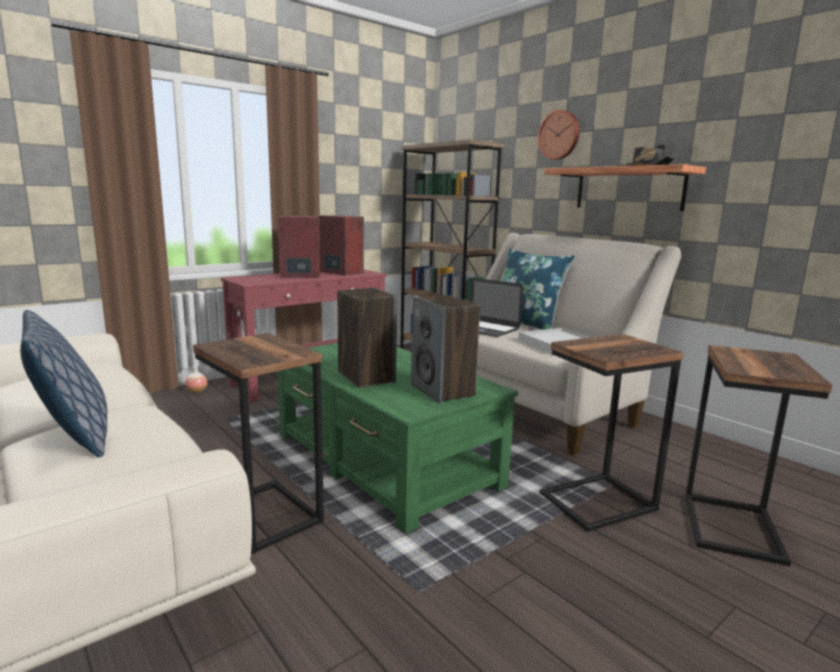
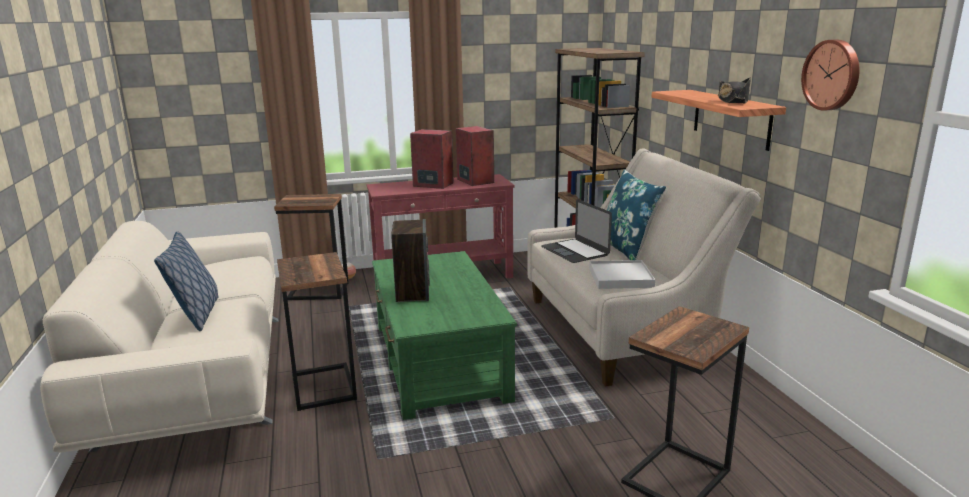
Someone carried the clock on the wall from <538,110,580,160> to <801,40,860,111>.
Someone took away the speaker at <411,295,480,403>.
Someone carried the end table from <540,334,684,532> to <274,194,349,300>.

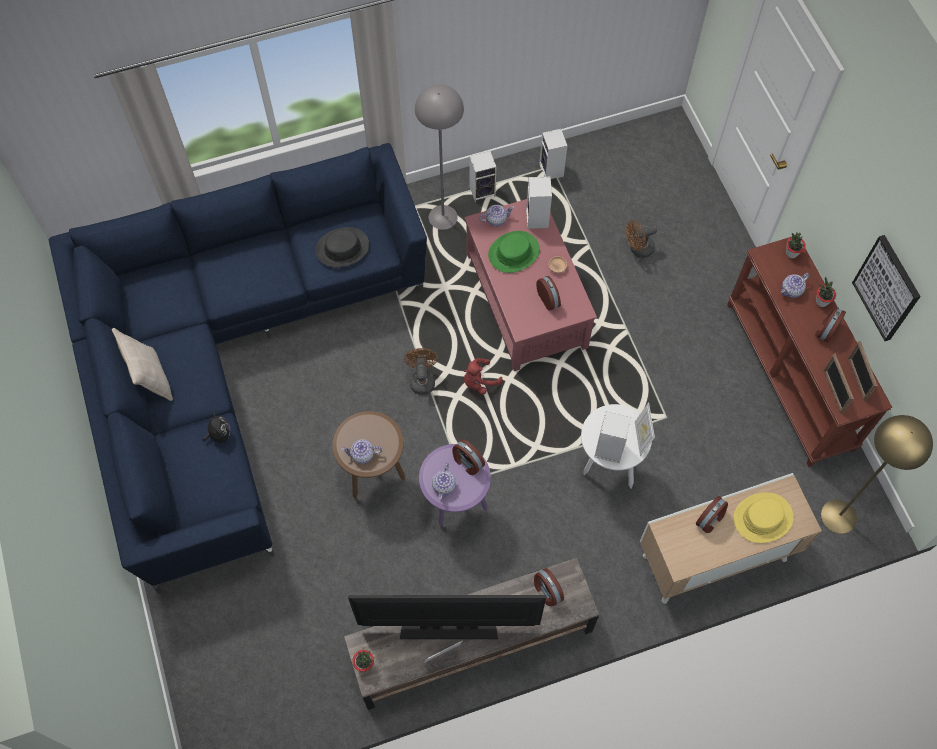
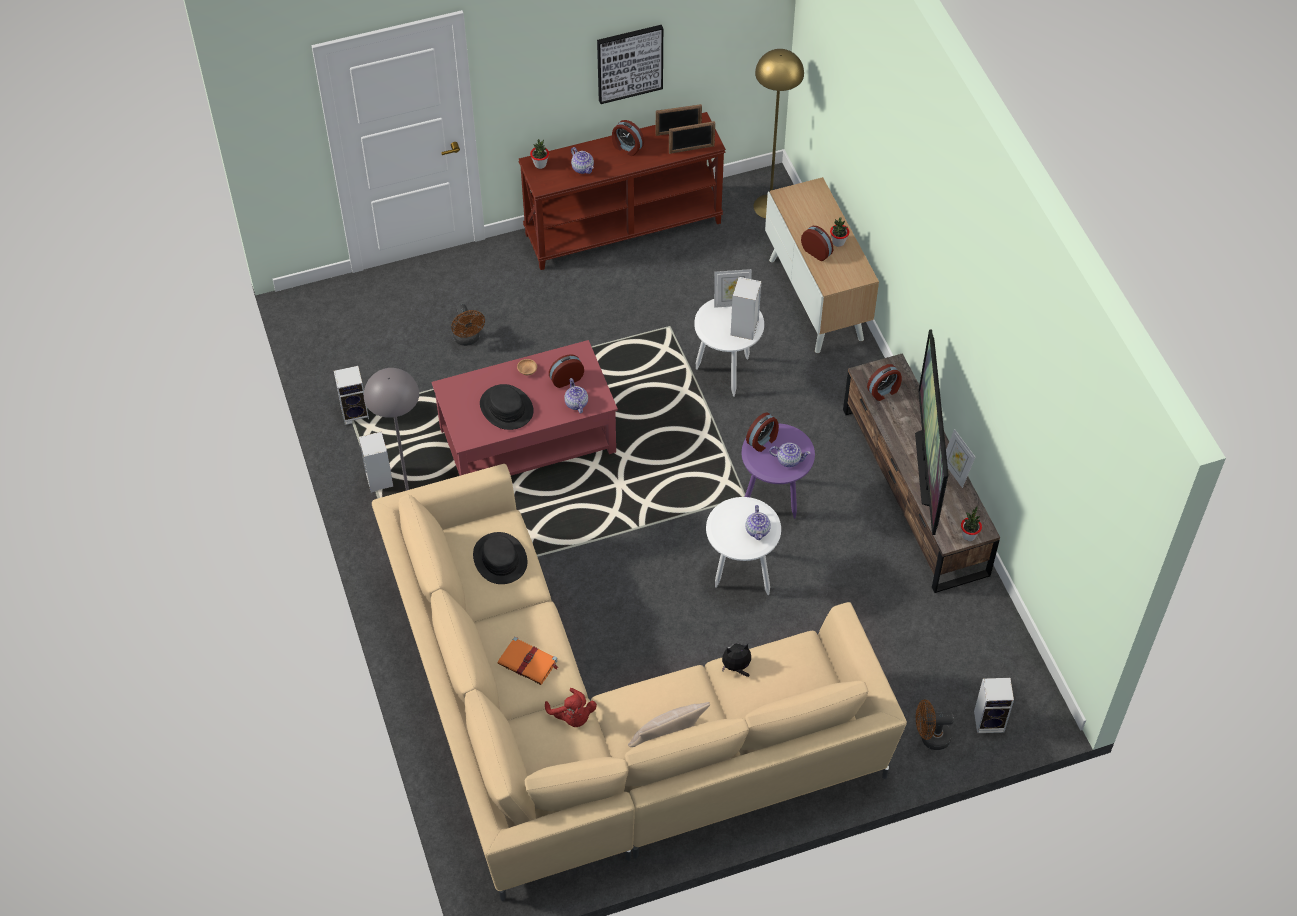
Someone repainted the bluish settee at <49,143,427,594>, which became the sand-coloured settee at <372,464,907,901>.
Someone carried the speaker from <526,177,552,229> to <974,678,1014,733>.
Someone carried the tea pot from <480,205,514,226> to <564,378,588,414>.
Someone repainted the green-coloured wearable hat at <488,231,540,273>, which became the blackish wearable hat at <480,384,534,430>.
Someone carried the potted plant from <816,277,836,307> to <830,217,849,247>.
Someone carried the brown electric fan from <404,348,438,395> to <916,700,954,750>.
Someone carried the red-coloured plush toy from <464,358,503,395> to <545,688,597,727>.
Someone repainted the brown end table at <332,411,405,500>, which became the white end table at <706,497,781,595>.
Someone took away the yellow-coloured wearable hat at <734,492,794,543>.
Someone put down the orange-coloured volume at <498,637,558,685>.

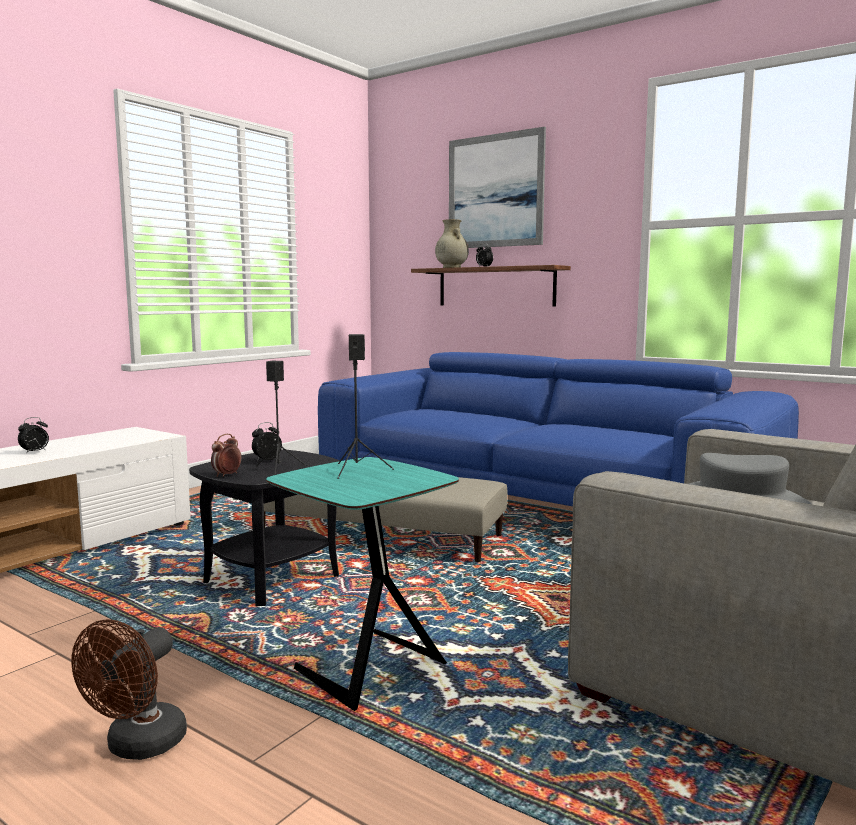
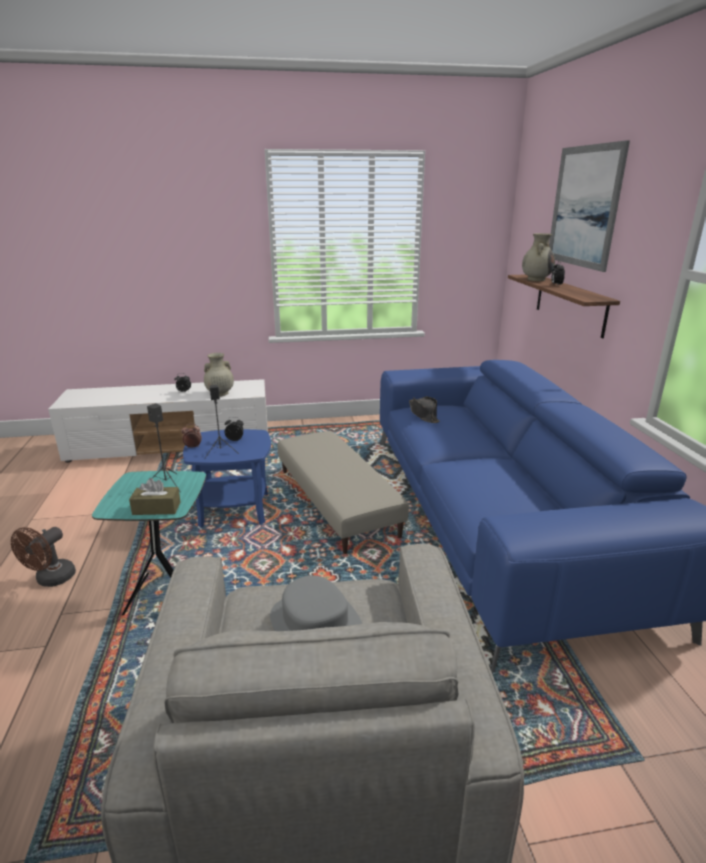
Someone repainted the blackish end table at <189,449,340,606>, which became the bluish end table at <183,429,271,527>.
Someone rotated the brown electric fan at <72,619,187,760> by 45 degrees counterclockwise.
Someone put down the sand-coloured flower vase at <204,353,234,396>.
Someone put down the blackish wearable hat at <409,397,440,423>.
Someone put down the brown box of tissues at <129,478,181,515>.

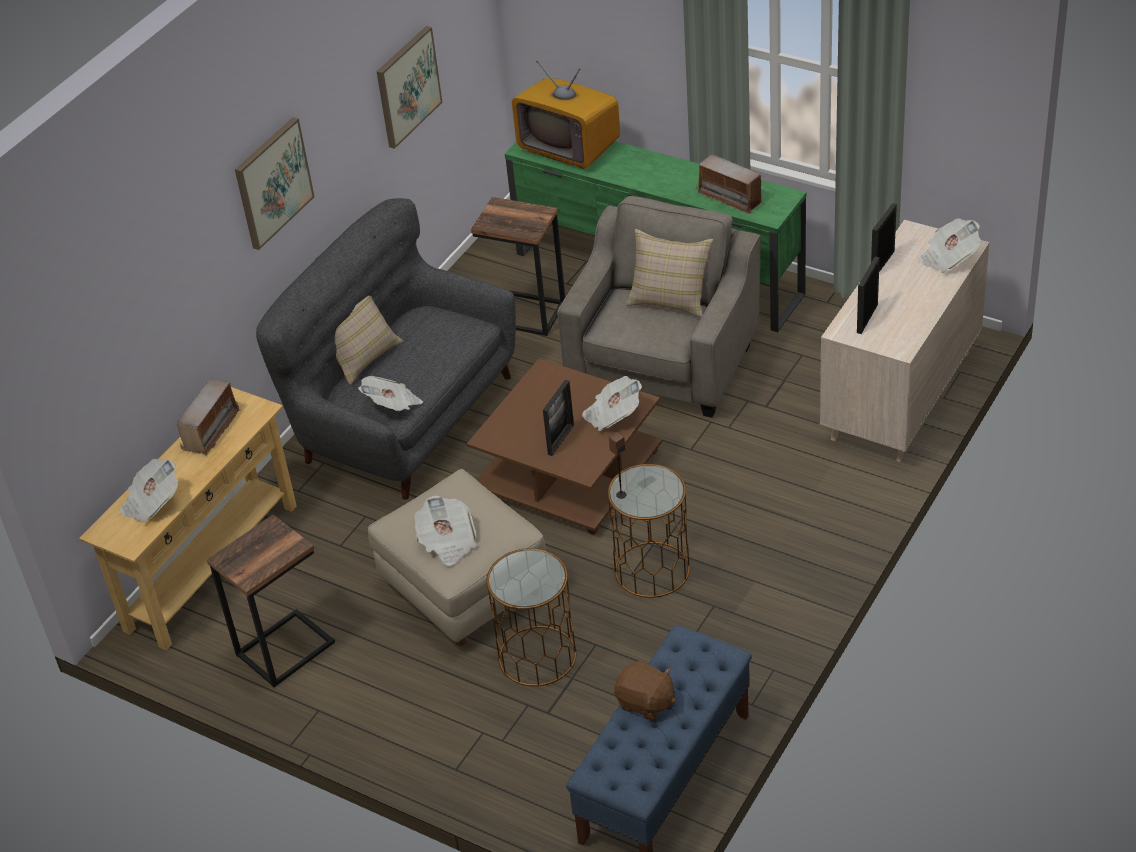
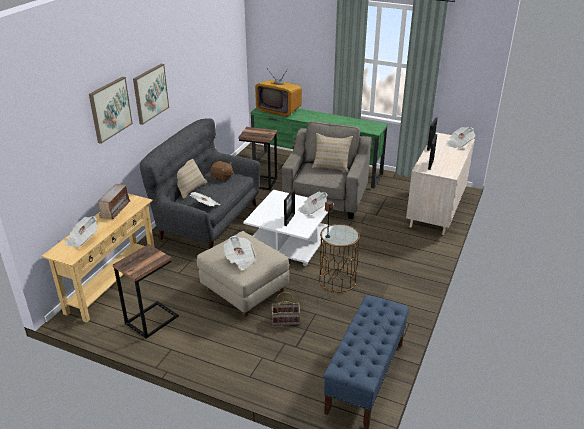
Someone carried the wall art from <376,26,442,149> to <89,77,133,144>.
Someone took away the radio at <696,154,764,214>.
Someone repainted the brown low table at <467,359,662,535>, which became the white low table at <243,190,334,266>.
Someone swapped the brown end table at <486,548,576,686> for the basket at <272,292,300,326>.
Someone carried the brown plush toy from <614,661,676,721> to <210,161,234,181>.

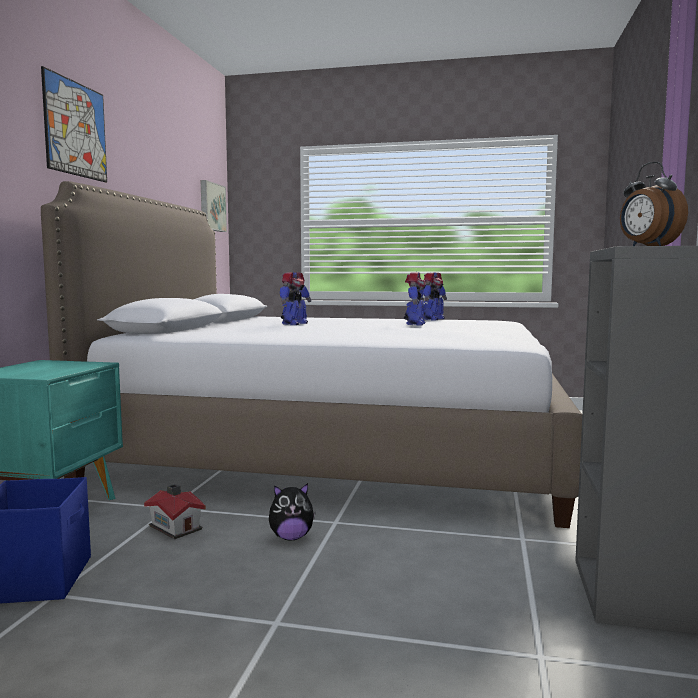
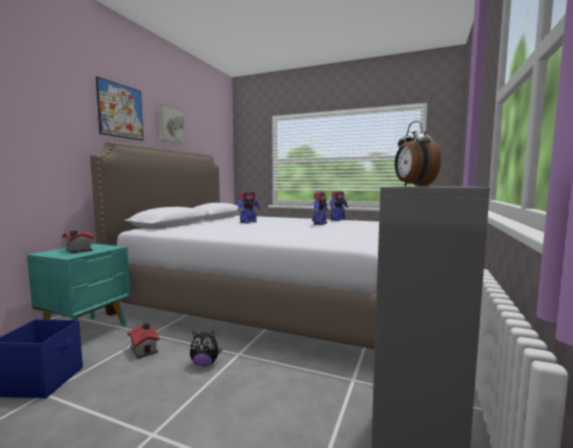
Someone carried the wall art from <201,180,227,232> to <158,104,185,144>.
Someone put down the toy house at <62,230,94,253>.

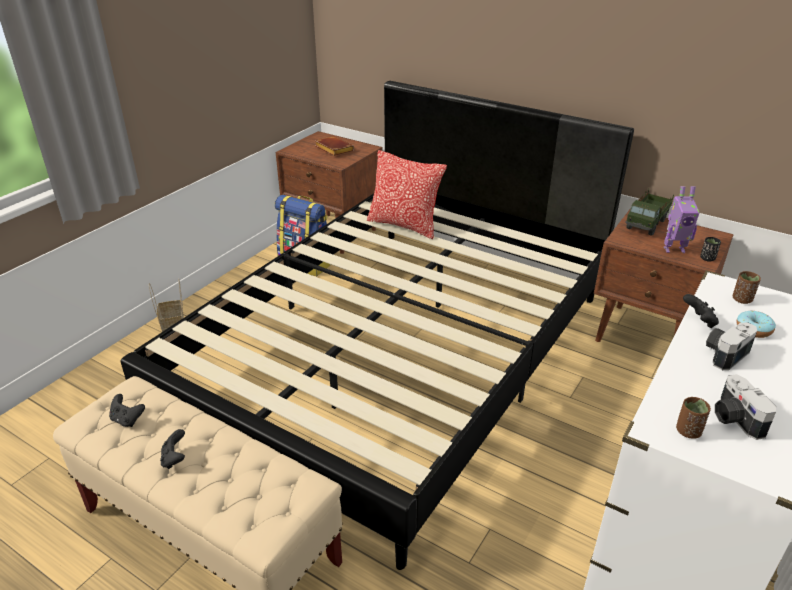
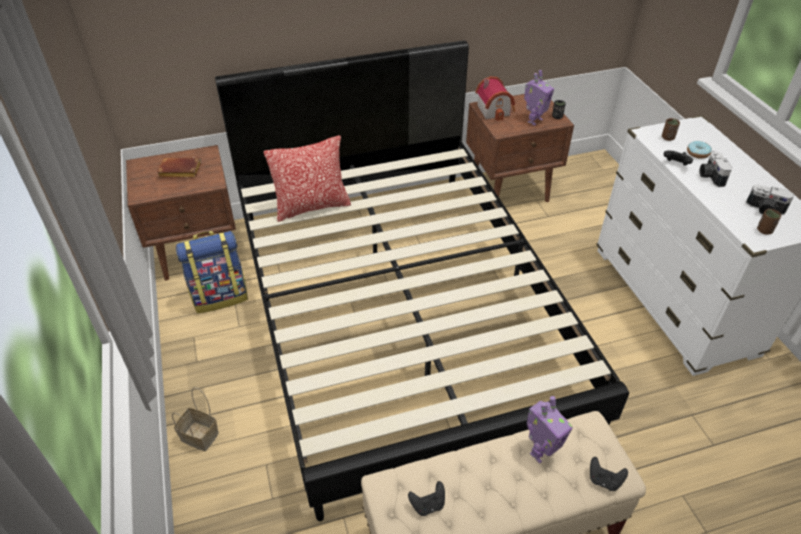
Someone swapped the toy truck at <625,189,674,236> for the toy house at <475,76,515,121>.
Someone carried the blackish gamepad from <160,429,185,469> to <590,457,628,491>.
Someone put down the toy robot at <527,396,573,464>.

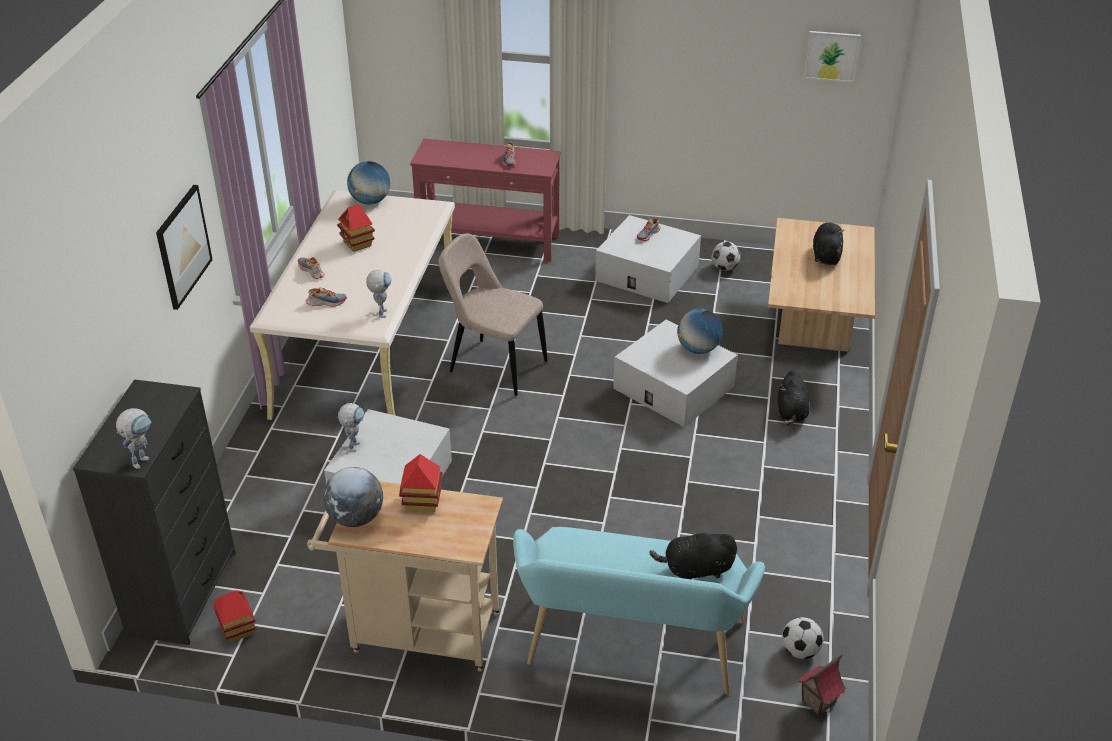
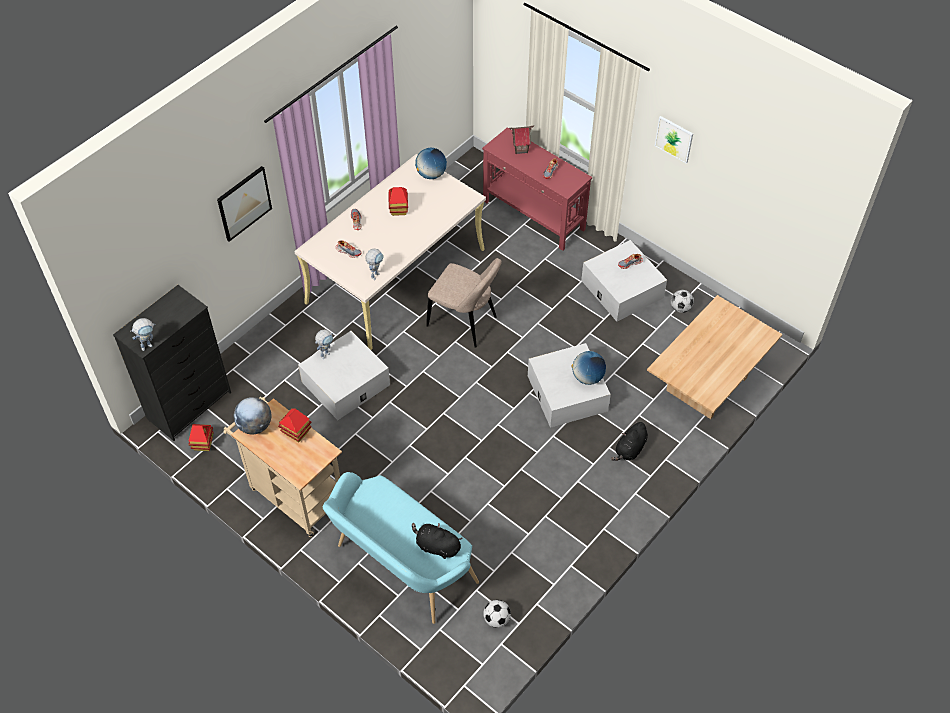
Someone carried the wall art from <804,31,861,83> to <655,116,693,164>.
Someone took away the blackish plush toy at <813,222,845,265>.
Someone rotated the sand-coloured upright chair at <438,233,547,396> by 150 degrees clockwise.
Someone carried the toy house from <798,655,846,716> to <509,126,534,154>.

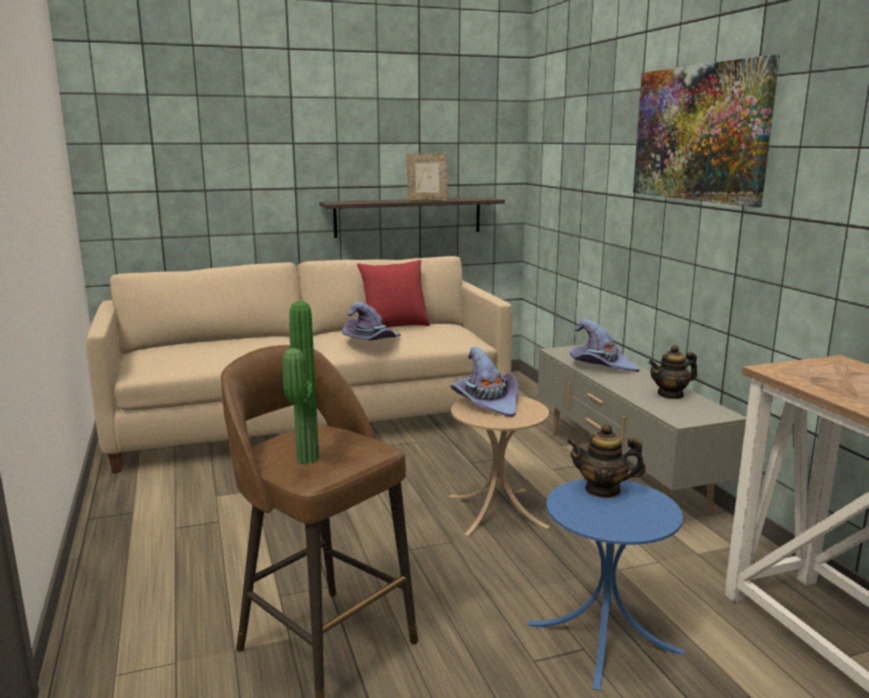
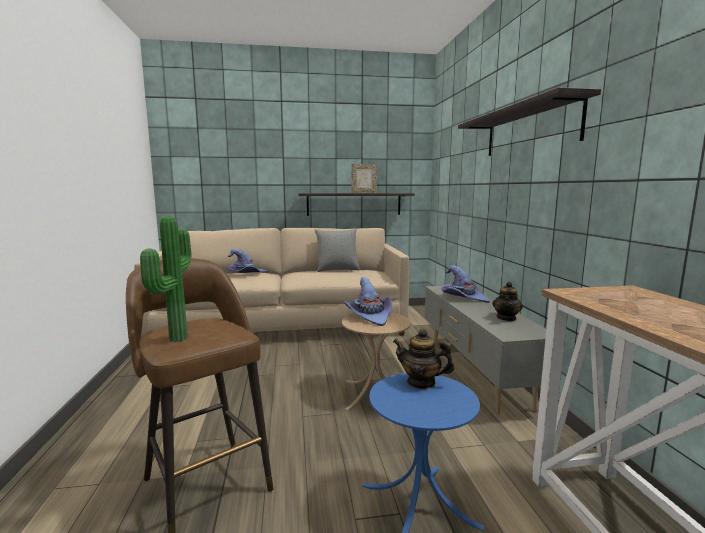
Someone swapped the wall art at <633,55,780,207> for the bracket shelf at <458,87,601,156>.
Someone repainted the red-coloured cushion at <357,259,430,328>, which became the gray cushion at <315,229,360,272>.
Someone carried the purplish wearable hat from <342,302,401,341> to <227,249,268,273>.
Someone rotated the tea pot at <649,345,697,399> by 60 degrees counterclockwise.

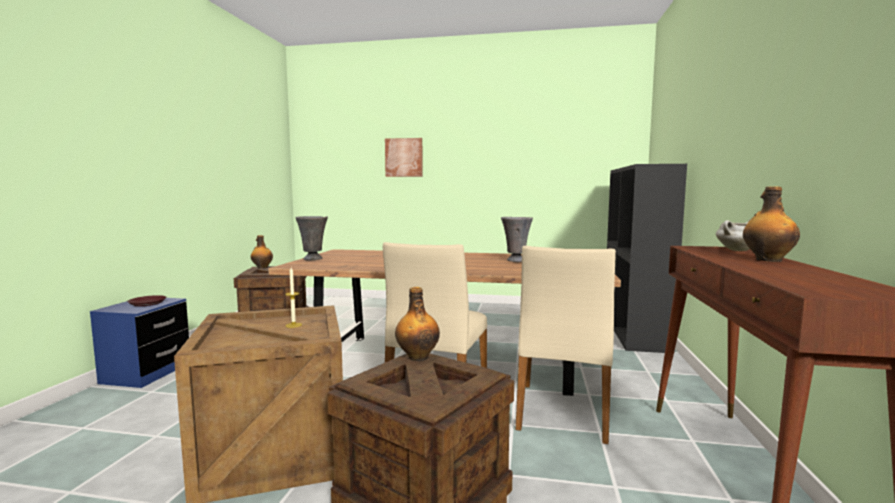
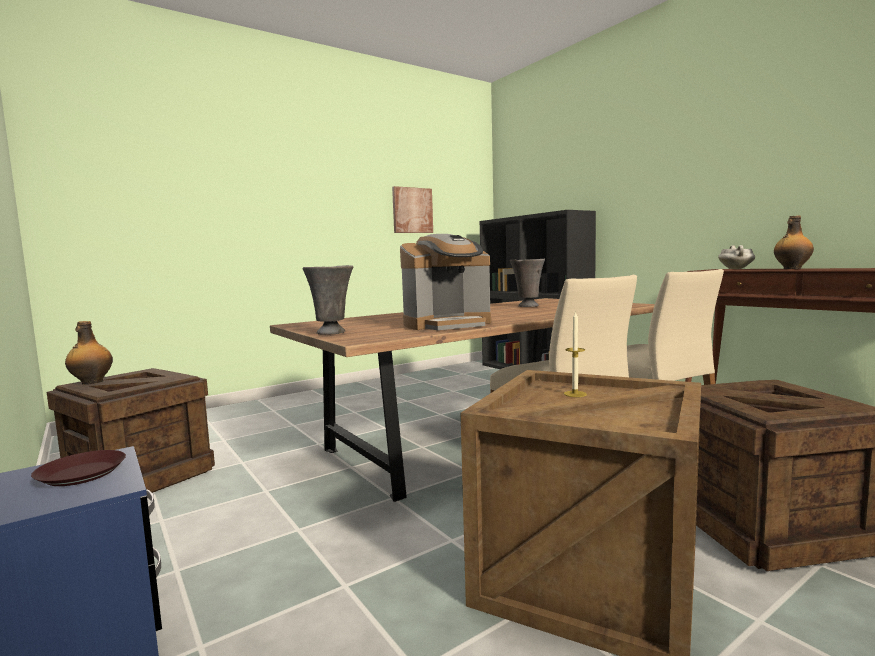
Someone carried the wall art from <385,138,423,177> to <392,186,433,233>.
Someone took away the beverage bottle at <395,287,440,361>.
Someone put down the coffee maker at <400,234,491,330>.

